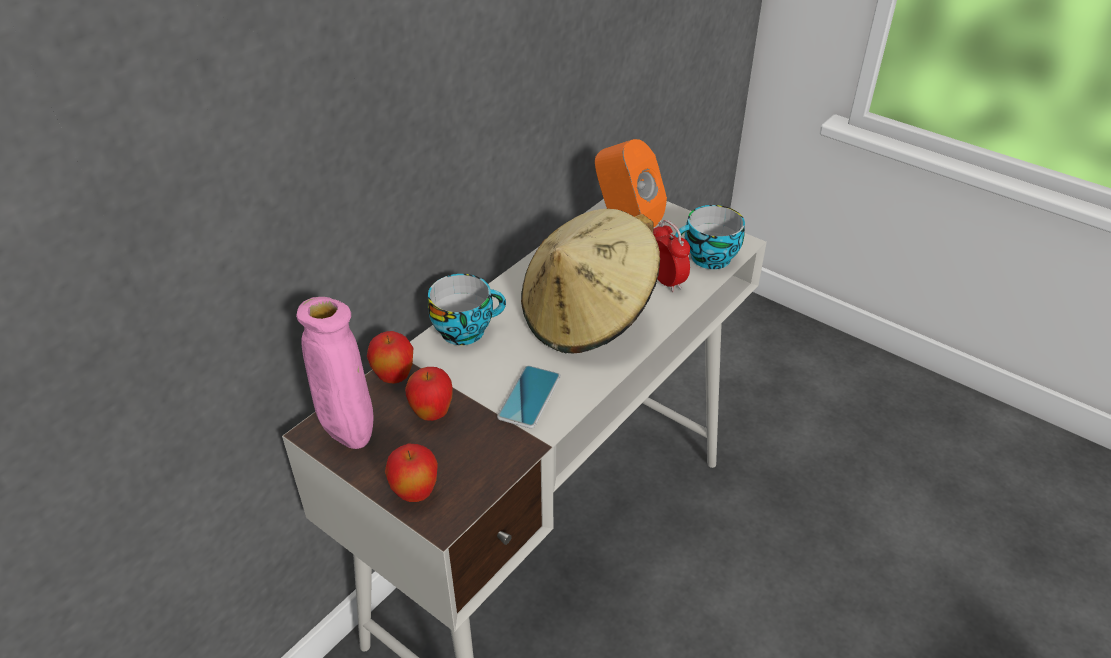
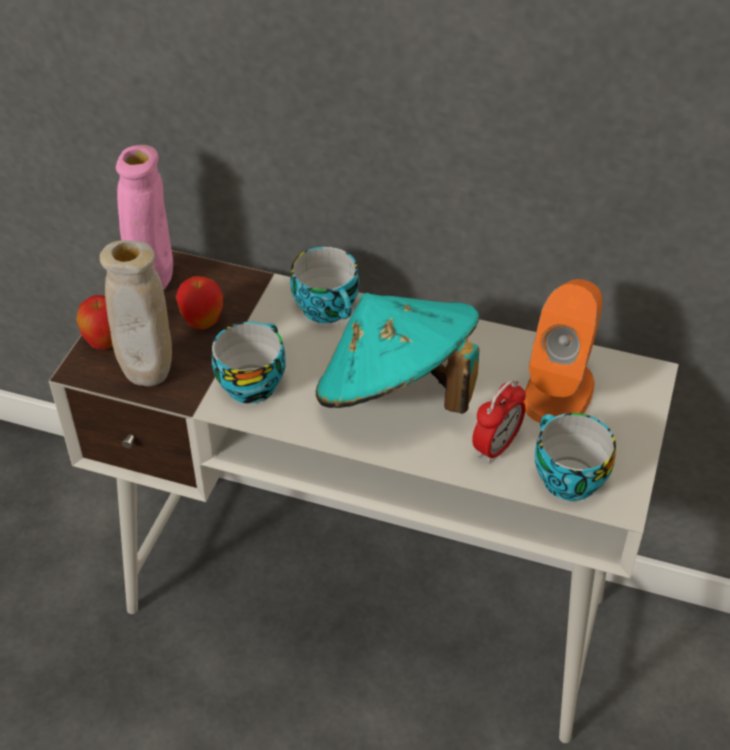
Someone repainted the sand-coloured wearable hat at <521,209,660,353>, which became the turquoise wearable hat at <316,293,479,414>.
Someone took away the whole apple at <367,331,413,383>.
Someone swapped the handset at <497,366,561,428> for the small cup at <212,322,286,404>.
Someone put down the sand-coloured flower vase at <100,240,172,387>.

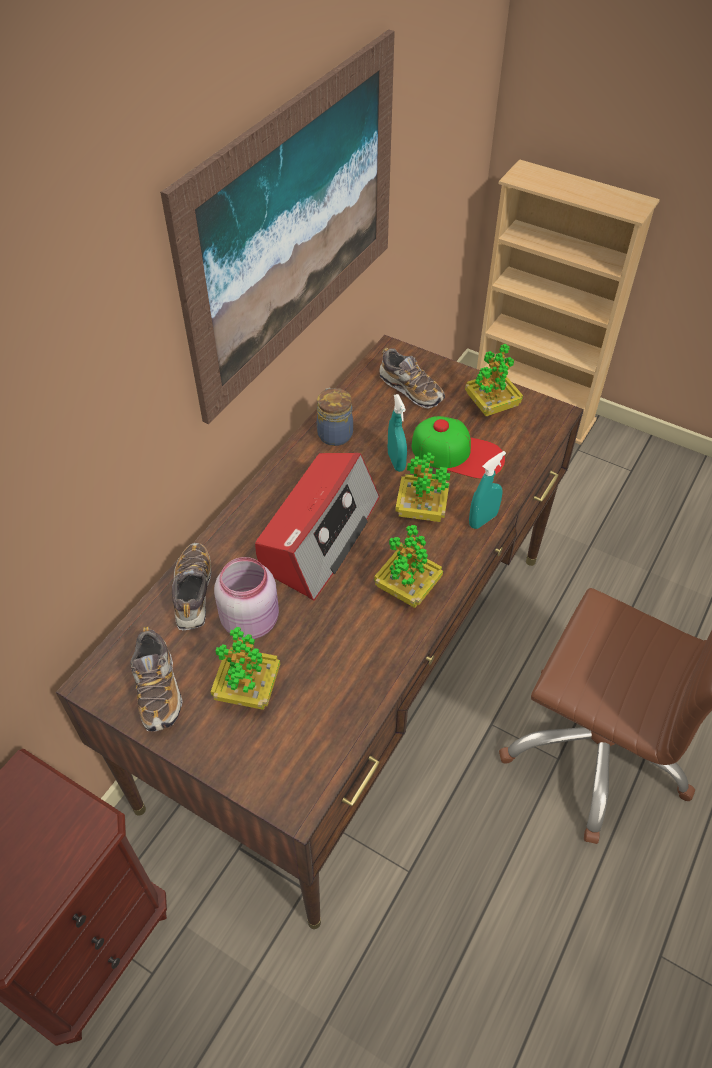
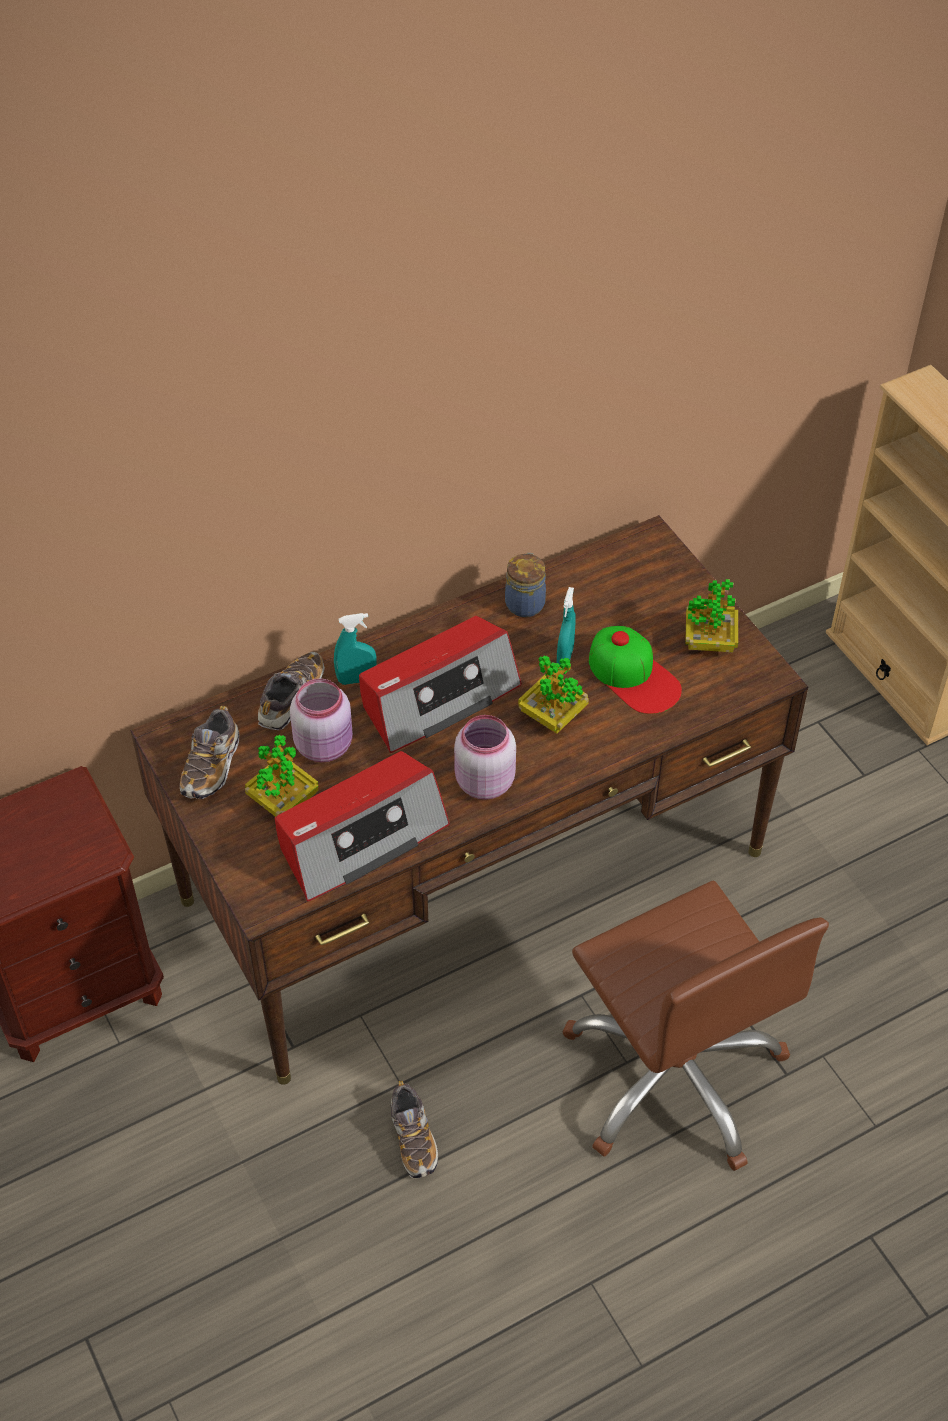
Someone took away the wall art at <160,29,395,424>.
Someone carried the item of footwear from <380,348,445,409> to <391,1081,438,1178>.
Someone carried the turquoise hand sprayer from <469,451,506,529> to <334,613,377,685>.
Someone swapped the potted plant at <374,525,443,608> for the pink storage jar at <454,715,516,800>.
Someone put down the radio at <275,751,450,901>.

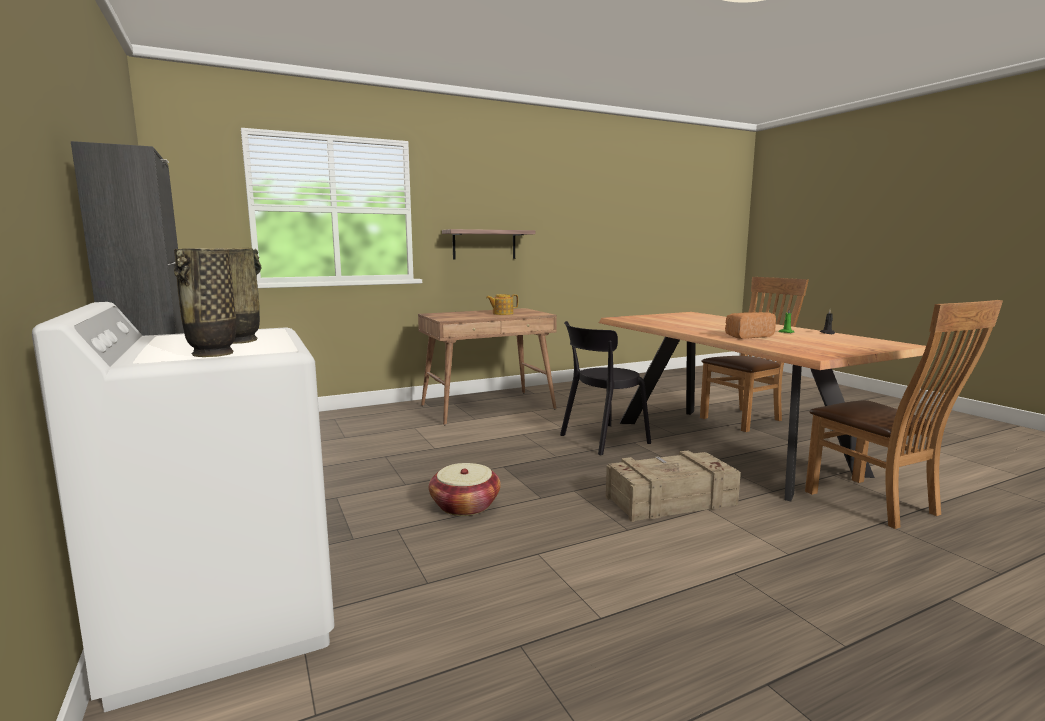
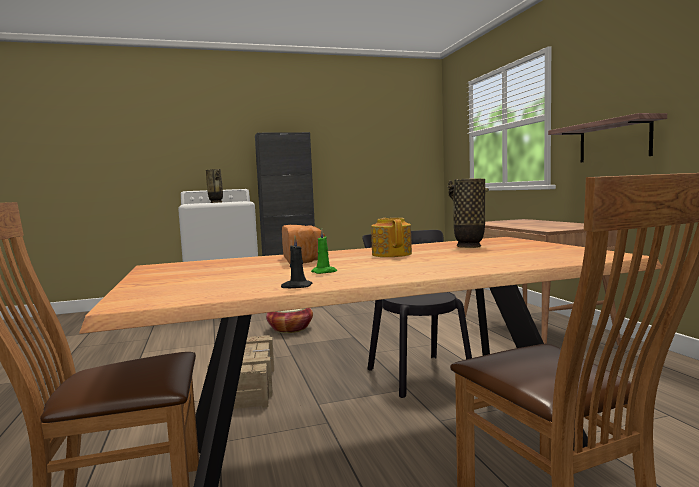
Someone carried the flower vase from <174,248,237,357> to <447,178,489,248>.
Someone carried the tea pot from <486,294,518,315> to <371,218,412,257>.

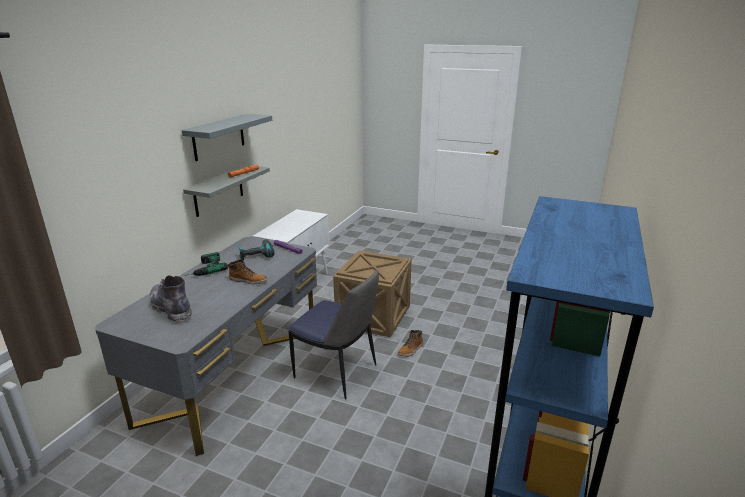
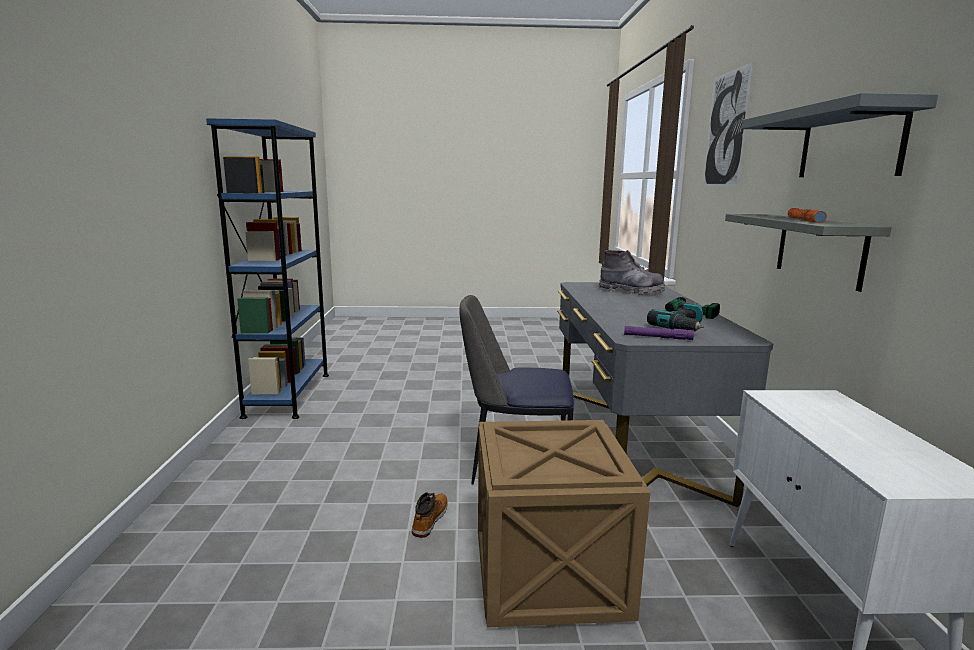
Someone took away the high-top boot at <227,260,267,284>.
Someone put up the wall art at <703,62,753,187>.

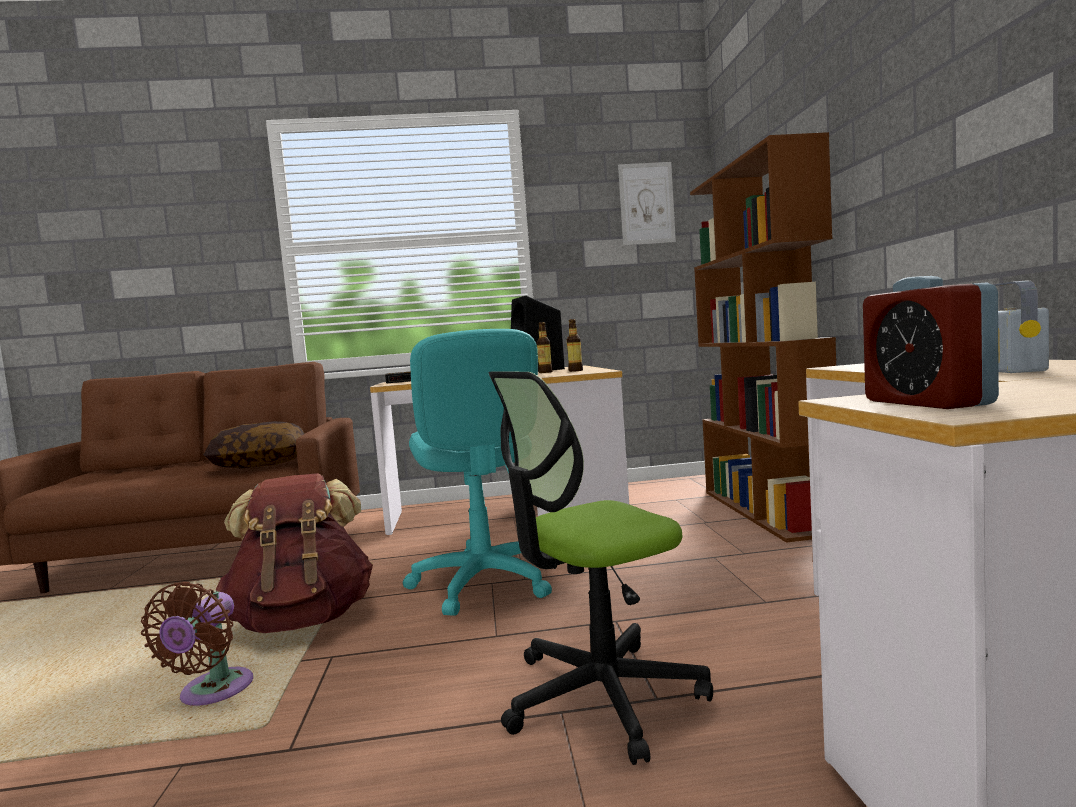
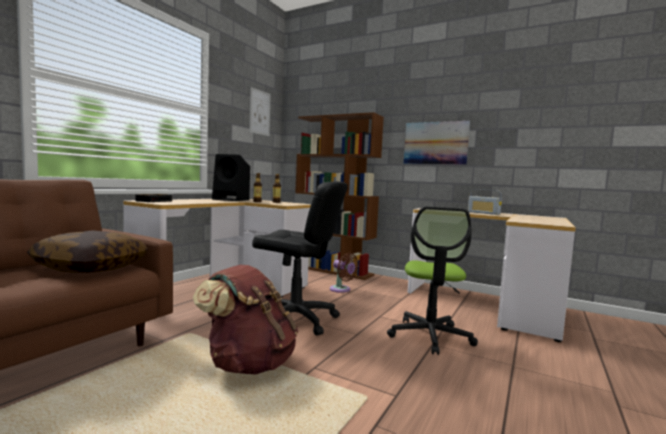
Someone took away the bedside clock at <863,276,999,409>.
Someone repainted the turquoise office chair at <403,329,552,616>, which became the blackish office chair at <252,181,348,335>.
Someone carried the brown electric fan from <141,582,253,706> to <330,253,359,293>.
Someone put up the wall art at <404,121,470,165>.

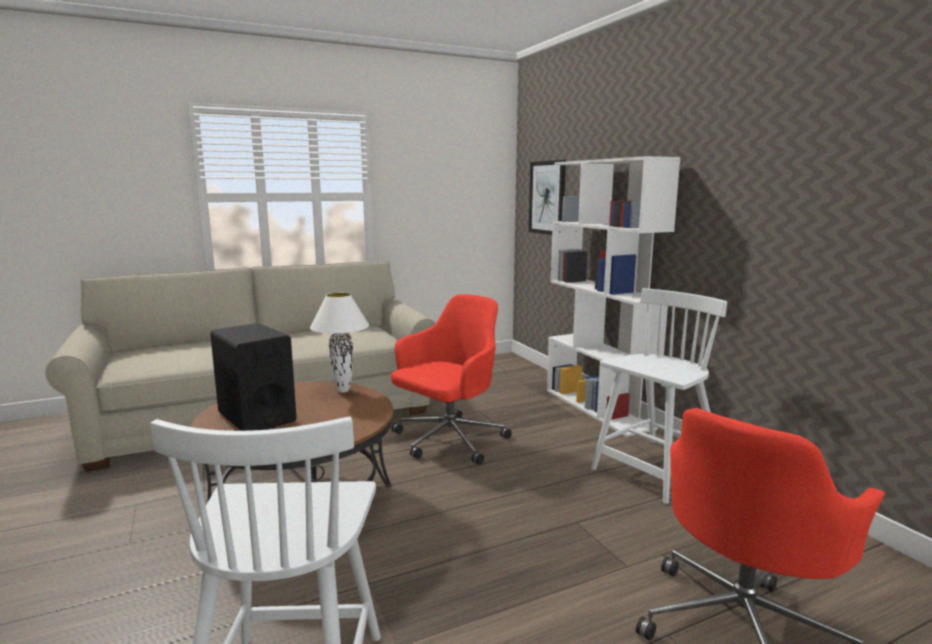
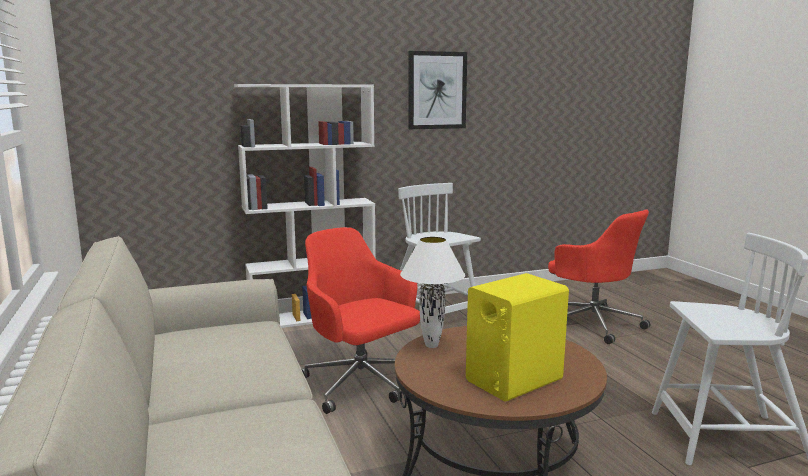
Someone carried the wall art from <529,160,566,235> to <408,51,467,129>.
Someone repainted the blackish speaker at <210,323,297,431>, which became the yellow-coloured speaker at <466,273,569,402>.

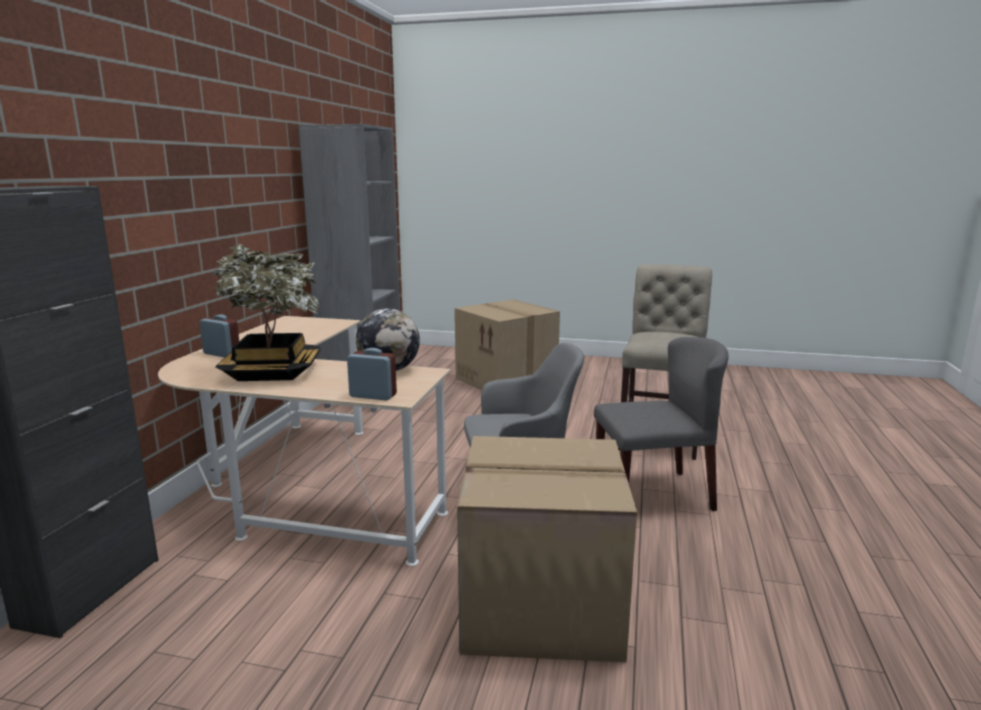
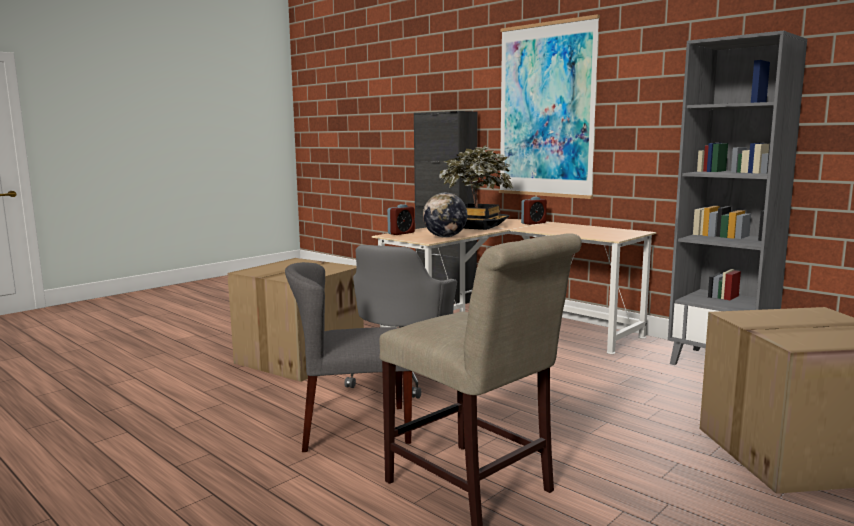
Someone rotated the gray upright chair at <594,337,729,511> by 60 degrees clockwise.
Someone put up the wall art at <499,14,600,199>.

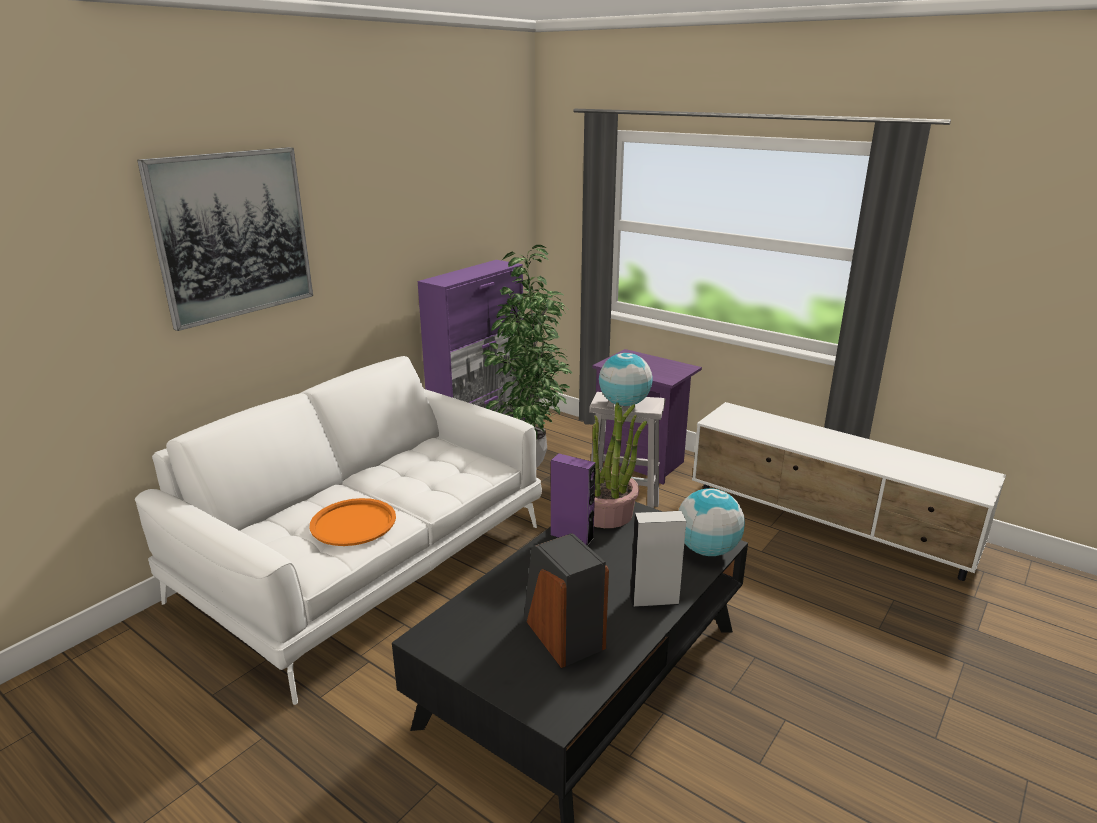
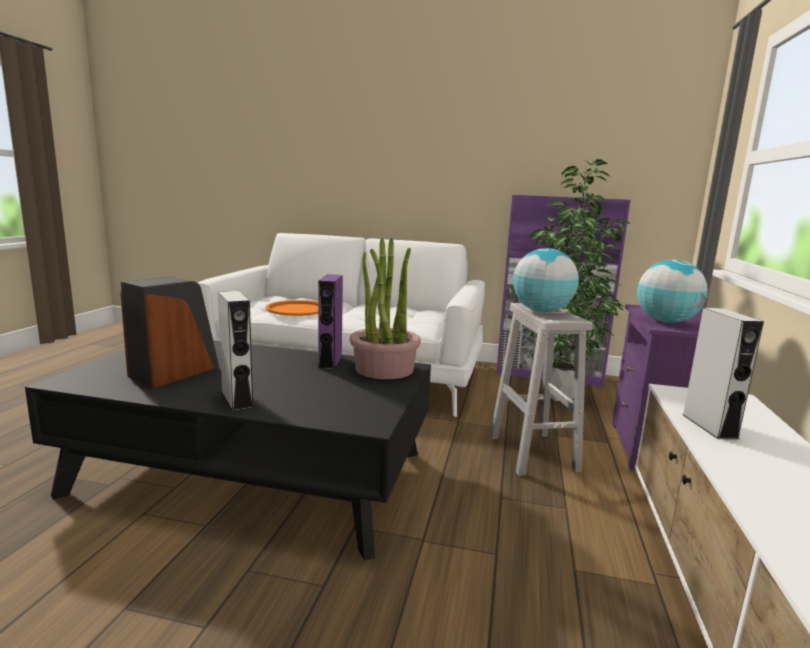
Someone took away the wall art at <137,147,313,331>.
Someone carried the world globe from <678,488,745,556> to <637,259,708,323>.
Someone put down the gray speaker at <683,308,764,439>.

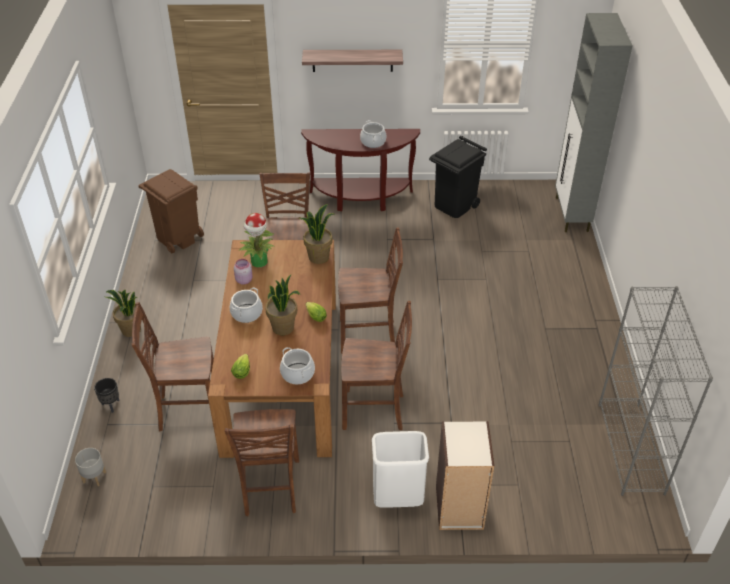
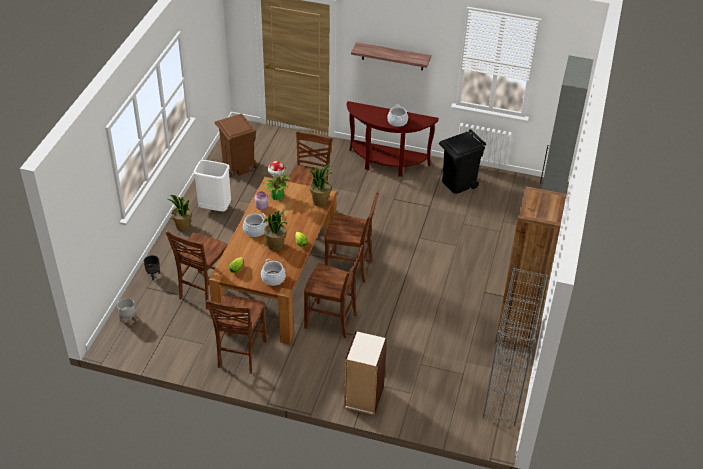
Someone rotated the brown upright chair at <131,302,214,431> by 75 degrees counterclockwise.
Someone carried the white waste bin from <372,431,429,508> to <193,160,231,211>.
Someone put down the brown shelving unit at <495,186,567,352>.

